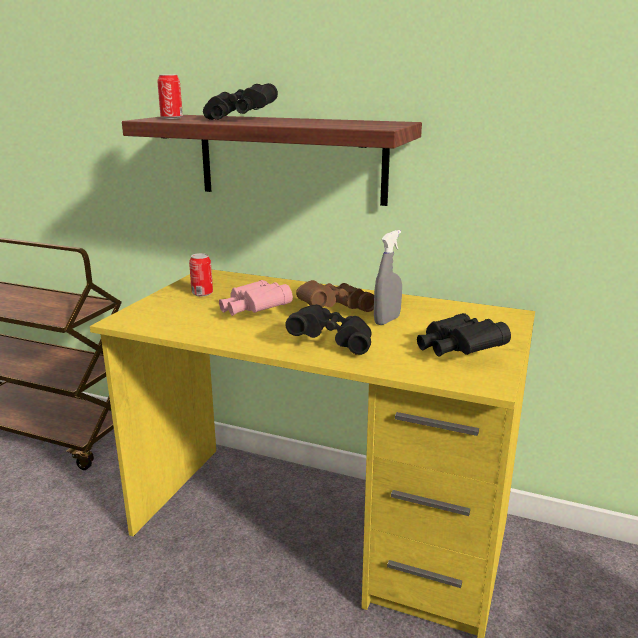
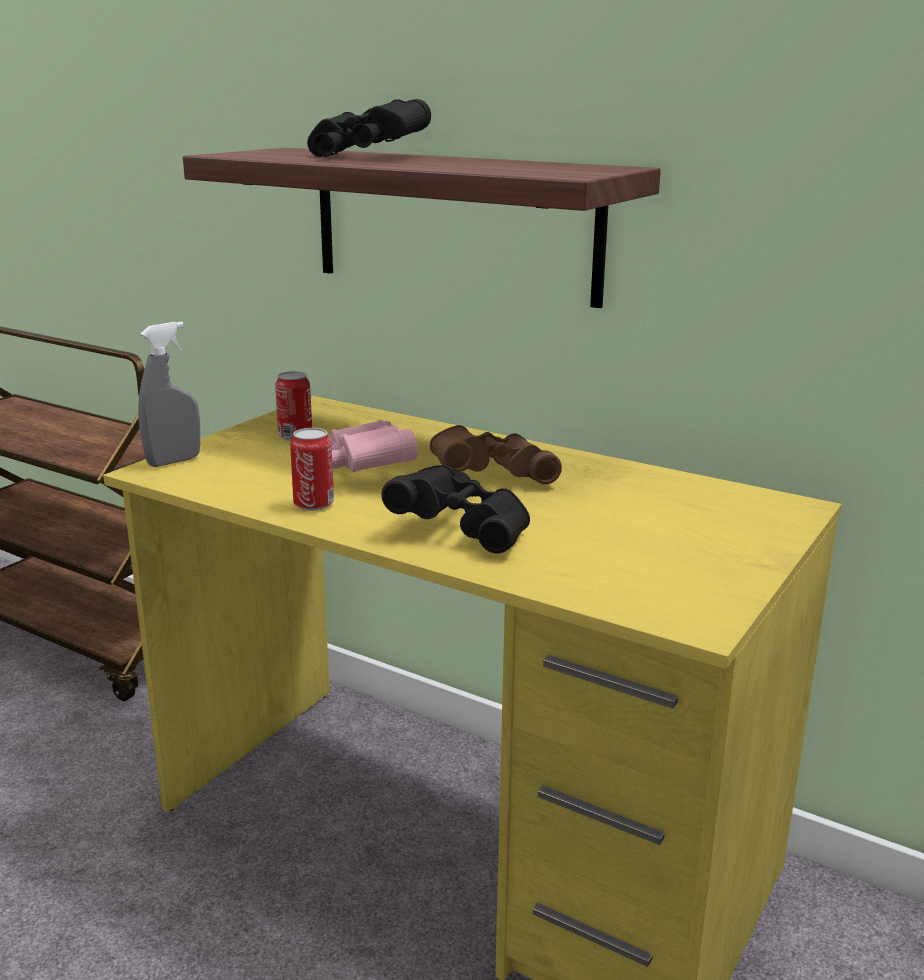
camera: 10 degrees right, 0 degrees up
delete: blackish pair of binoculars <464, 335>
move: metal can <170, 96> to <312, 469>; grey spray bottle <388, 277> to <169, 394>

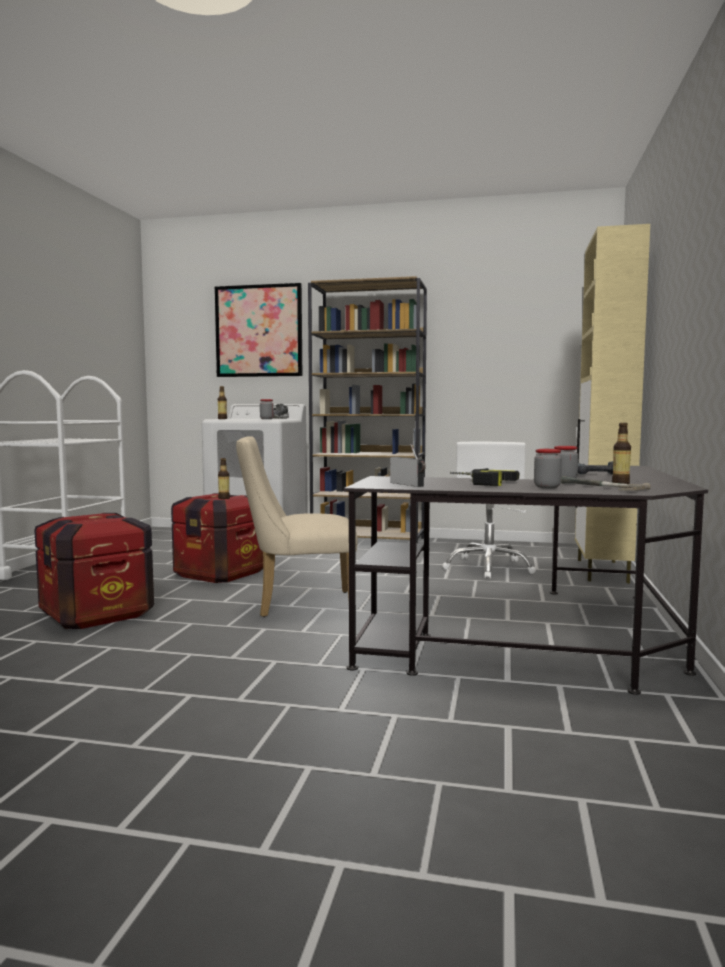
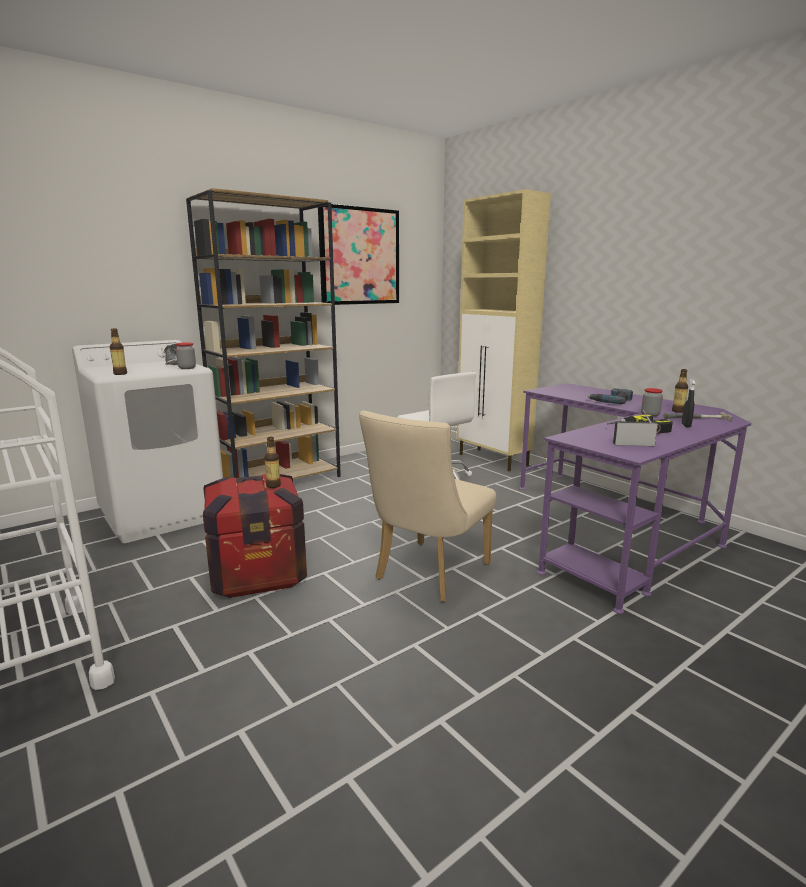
camera: 50 degrees left, 10 degrees up
delete: crate <94, 571>
move: wall picture <258, 330> to <358, 254>
replace: preserve jar <548, 468> to blackish spray bottle <689, 403>
recolor: blackish desk unit <526, 580> to purple-coloured desk unit <635, 498>

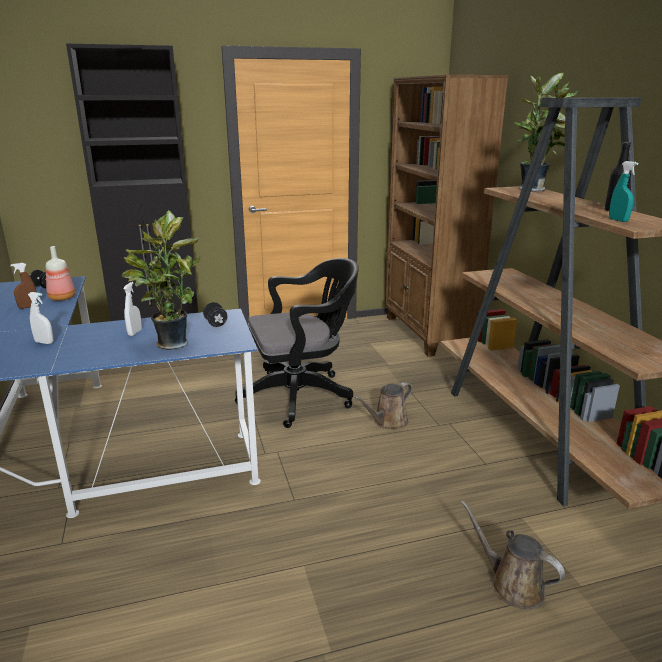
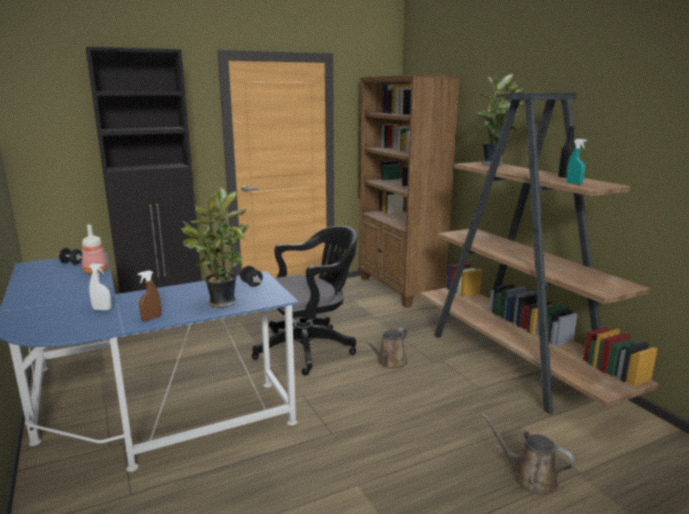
camera: 10 degrees left, 5 degrees down
delete: white spray bottle <132, 309>
move: brownish spray bottle <24, 286> to <149, 295>

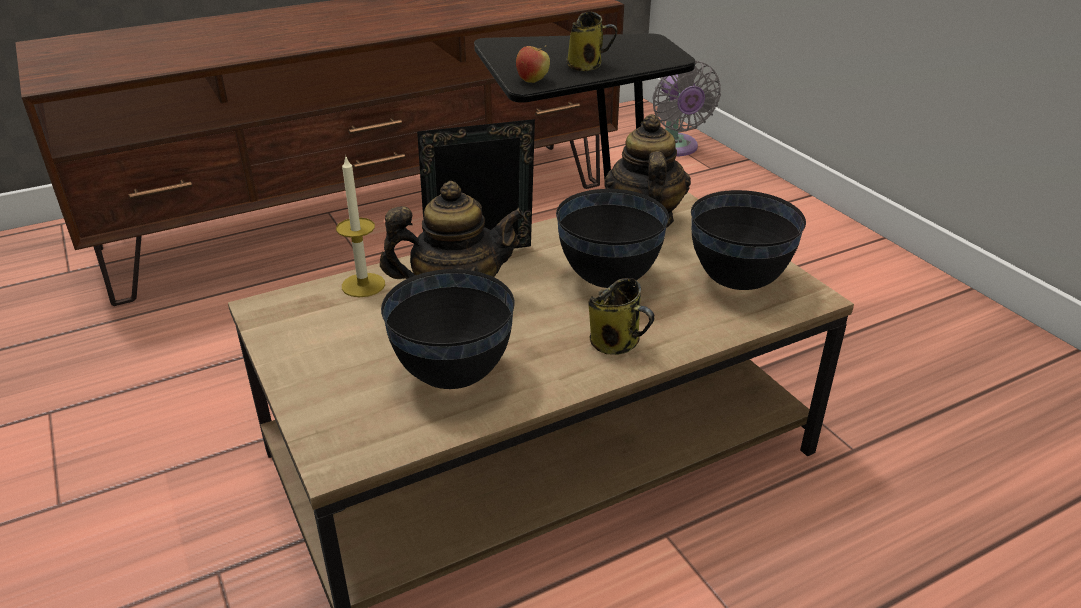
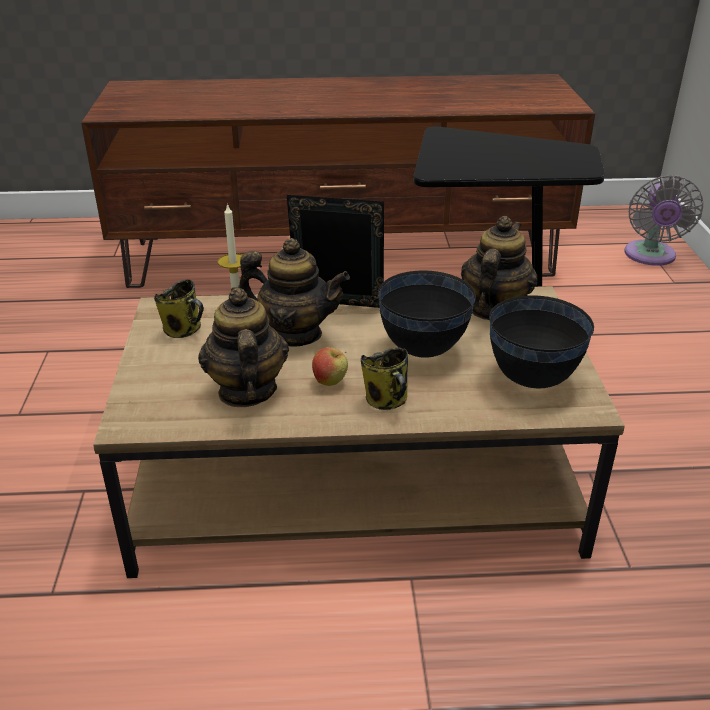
camera: 25 degrees right, 0 degrees up
move: tea mug <592, 41> to <179, 309>; whole apple <533, 64> to <330, 366>
replace: blackish serving bowl <448, 329> to tea pot <243, 347>

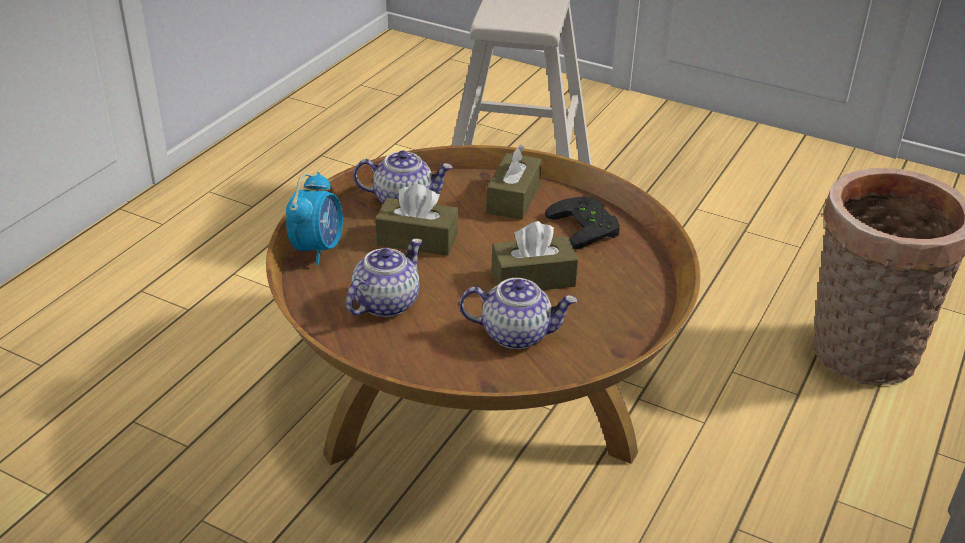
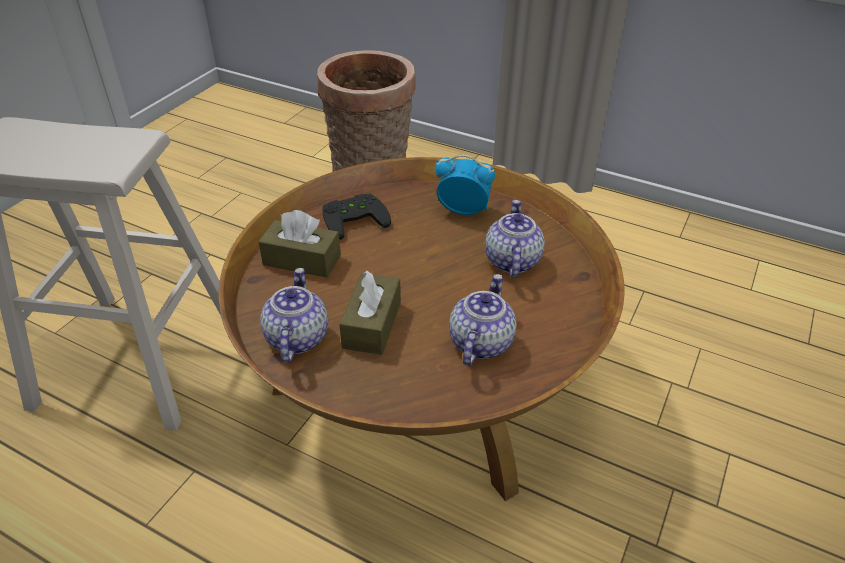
camera: 90 degrees left, 5 degrees up
delete: brownish tissue box <534, 255>
move: table clock <314, 218> to <465, 185>
rotate: tea pot <384, 278> = <483, 320> 75 degrees clockwise

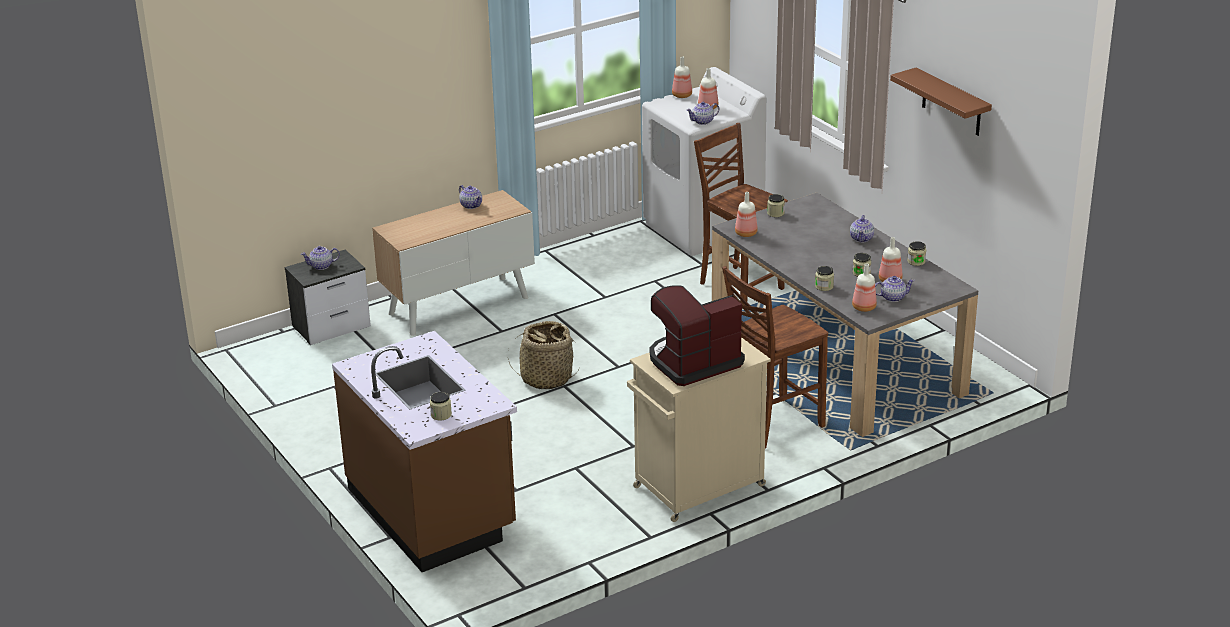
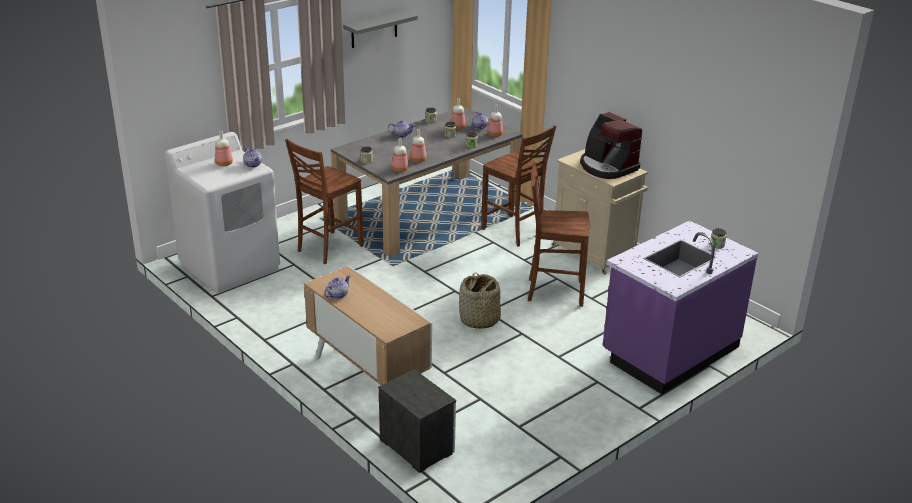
camera: 100 degrees left, 0 degrees up
delete: tea pot <320, 258>
insert: brownish chair <559, 235>
move: bottle <682, 77> to <418, 145>
recolor: brownish shelf <941, 101> to grey shelf <380, 29>; brownish kitchen base unit <424, 451> to purple-coloured kitchen base unit <681, 307>

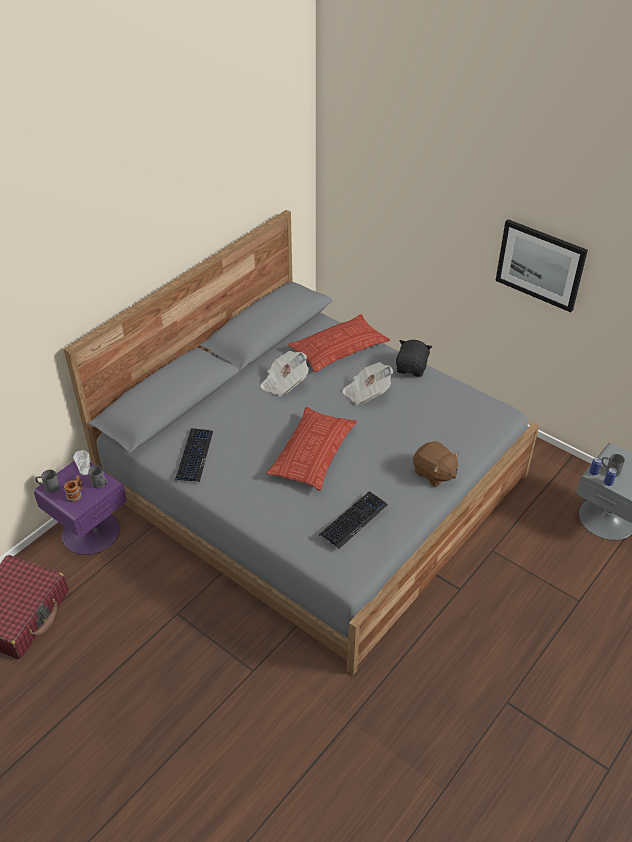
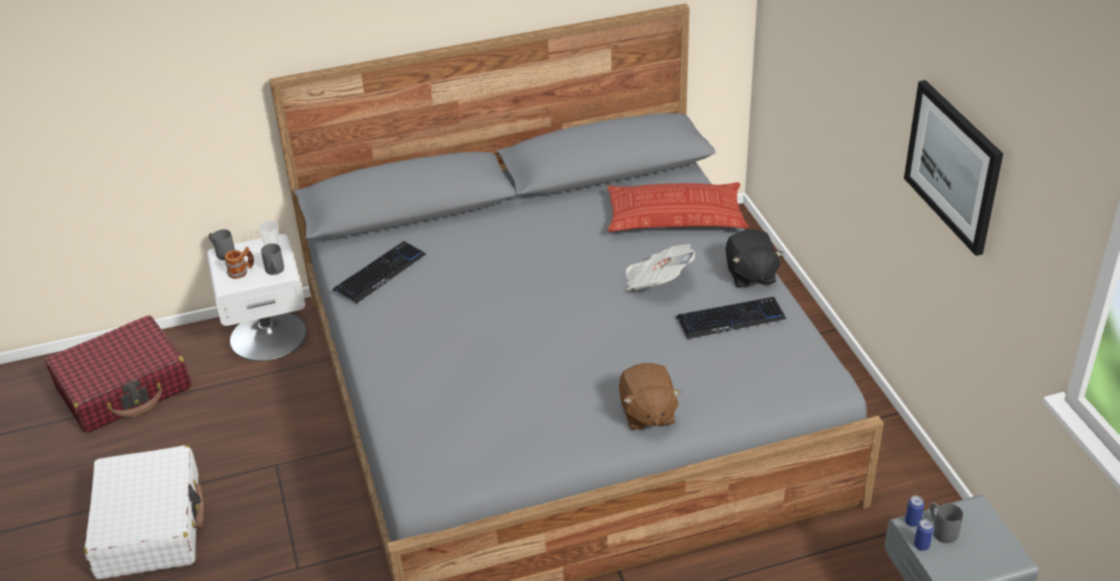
camera: 35 degrees right, 5 degrees down
delete: newspaper <284, 374>; cushion <311, 449>
insert: white travel case <144, 512>
move: PC keyboard <353, 520> to <731, 318>
recolor: purple-coloured nightstand <80, 508> to white nightstand <257, 297>
rotate: blackish plush toy <414, 358> = <754, 259> 120 degrees clockwise

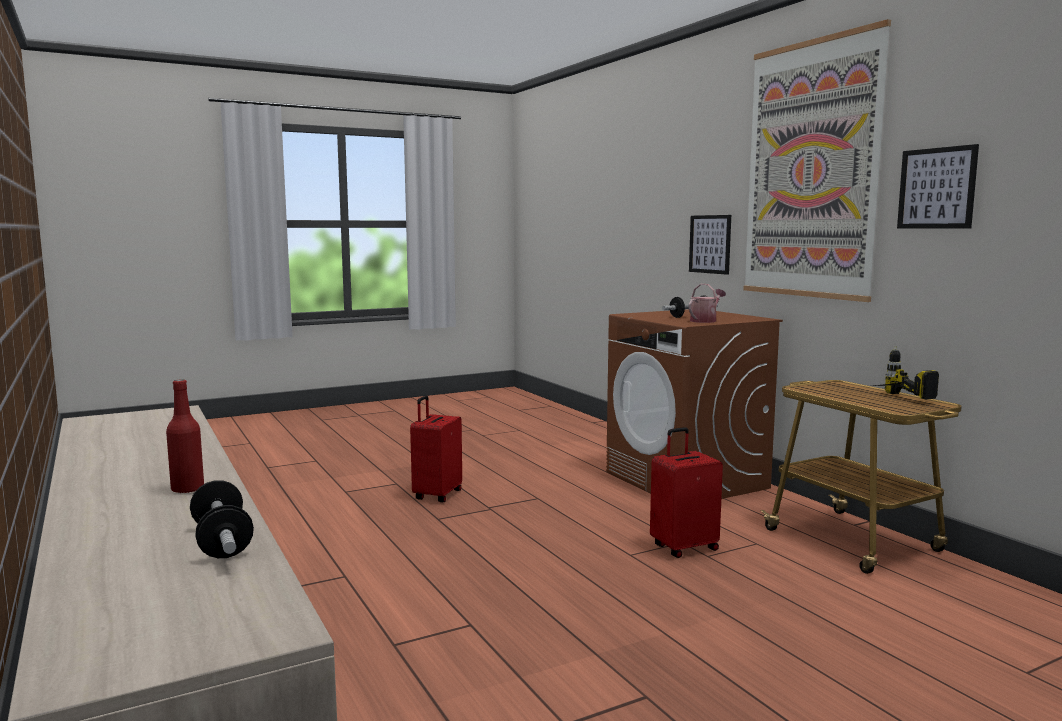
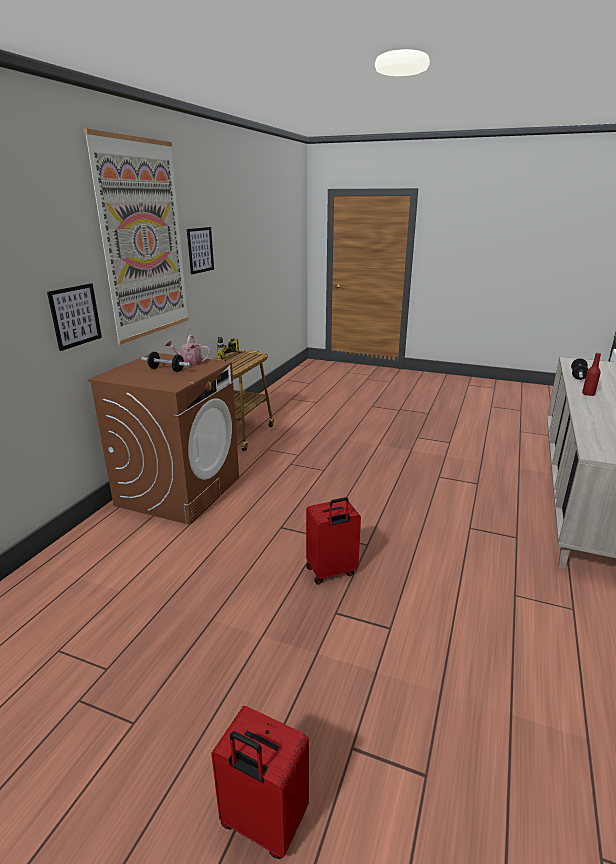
camera: 130 degrees left, 15 degrees up
move: reddish travel case <686, 492> to <260, 782>

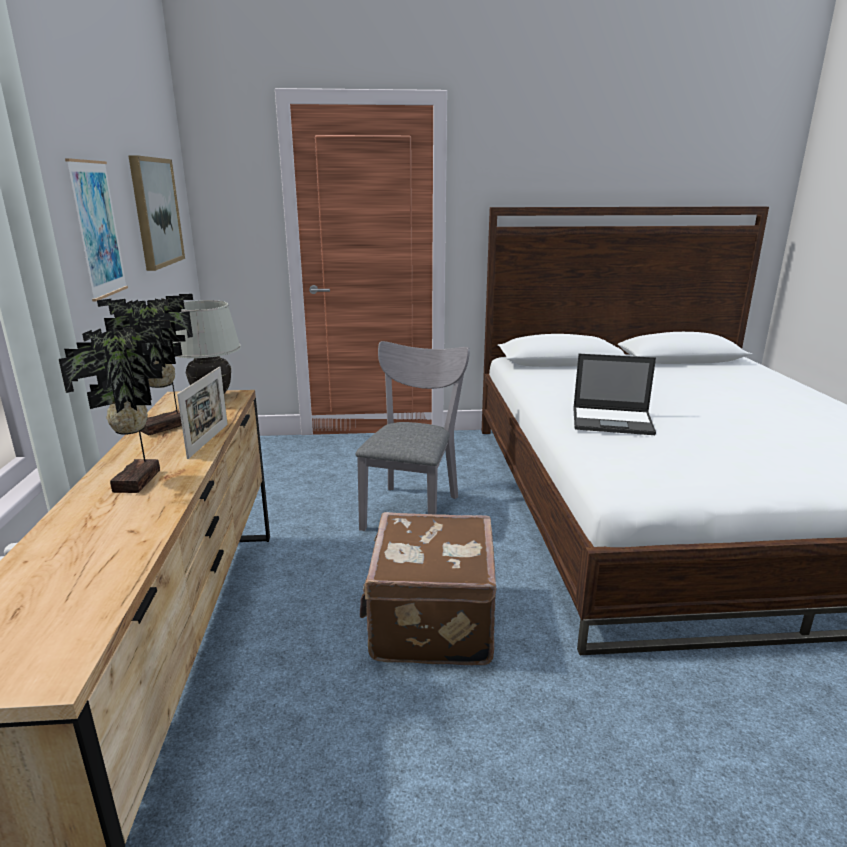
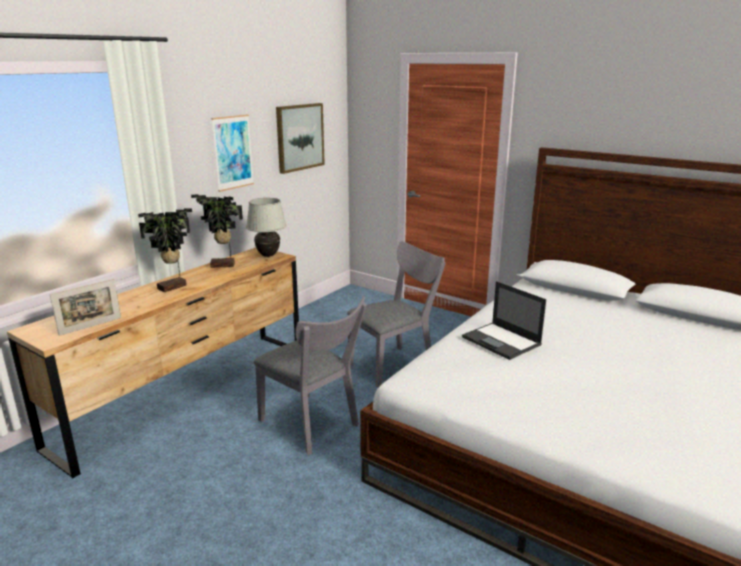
camera: 40 degrees right, 0 degrees up
move: photo frame <202, 413> to <85, 307>
replace: brownish travel case <428, 588> to grey chair <310, 375>

